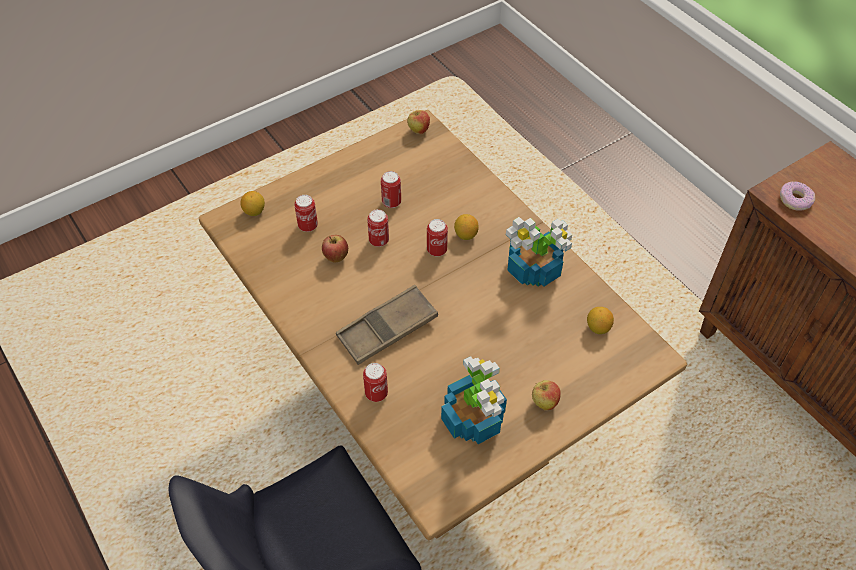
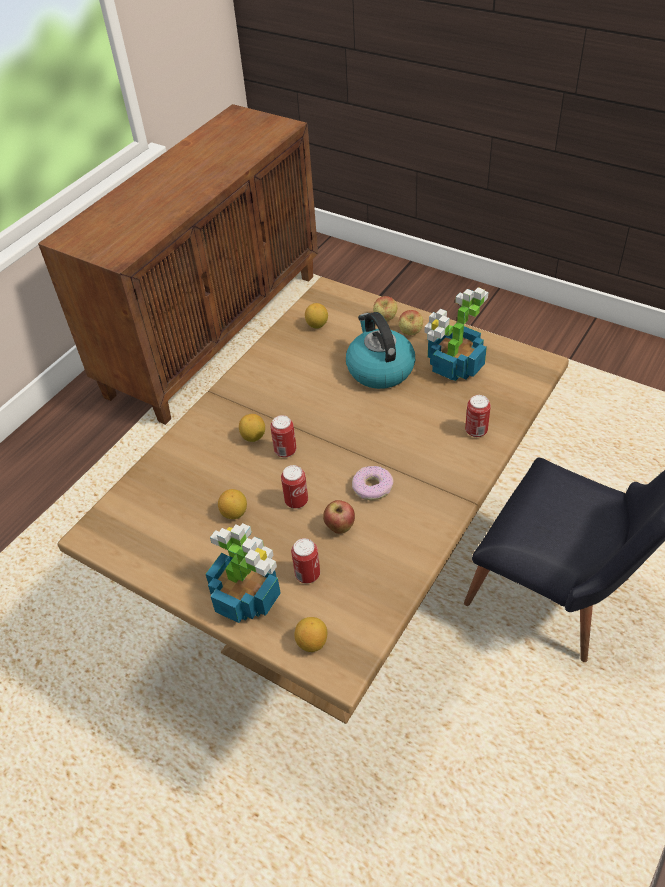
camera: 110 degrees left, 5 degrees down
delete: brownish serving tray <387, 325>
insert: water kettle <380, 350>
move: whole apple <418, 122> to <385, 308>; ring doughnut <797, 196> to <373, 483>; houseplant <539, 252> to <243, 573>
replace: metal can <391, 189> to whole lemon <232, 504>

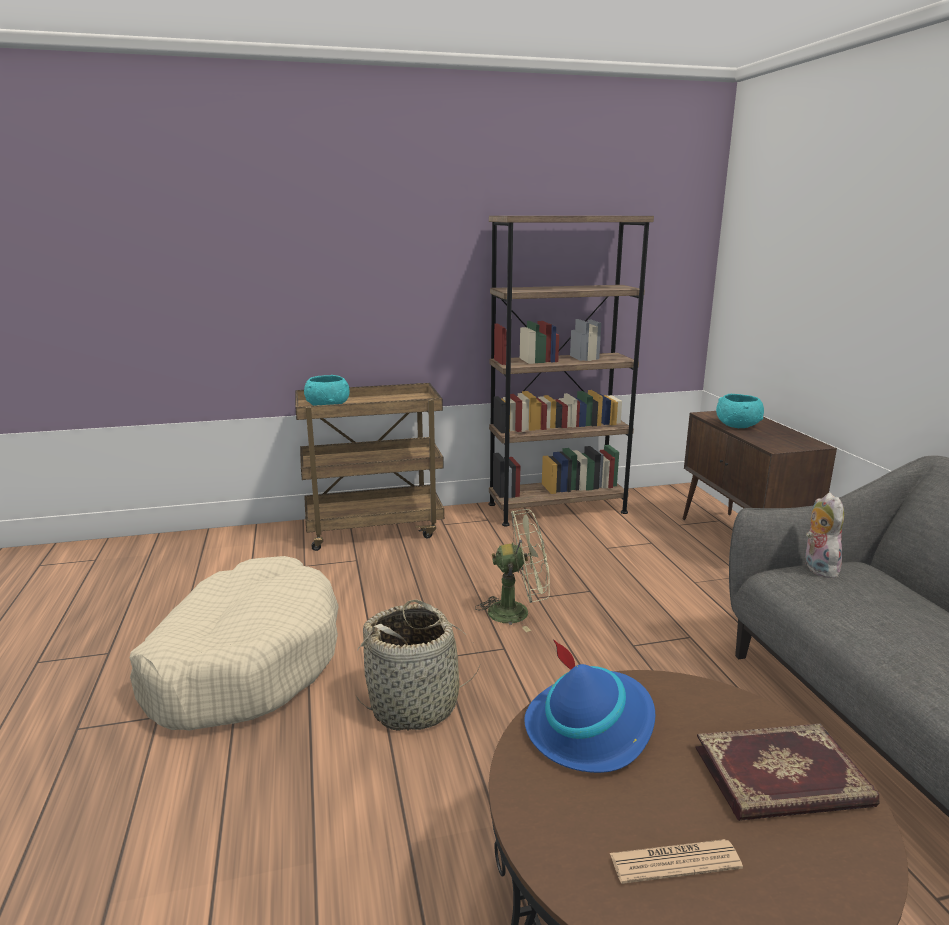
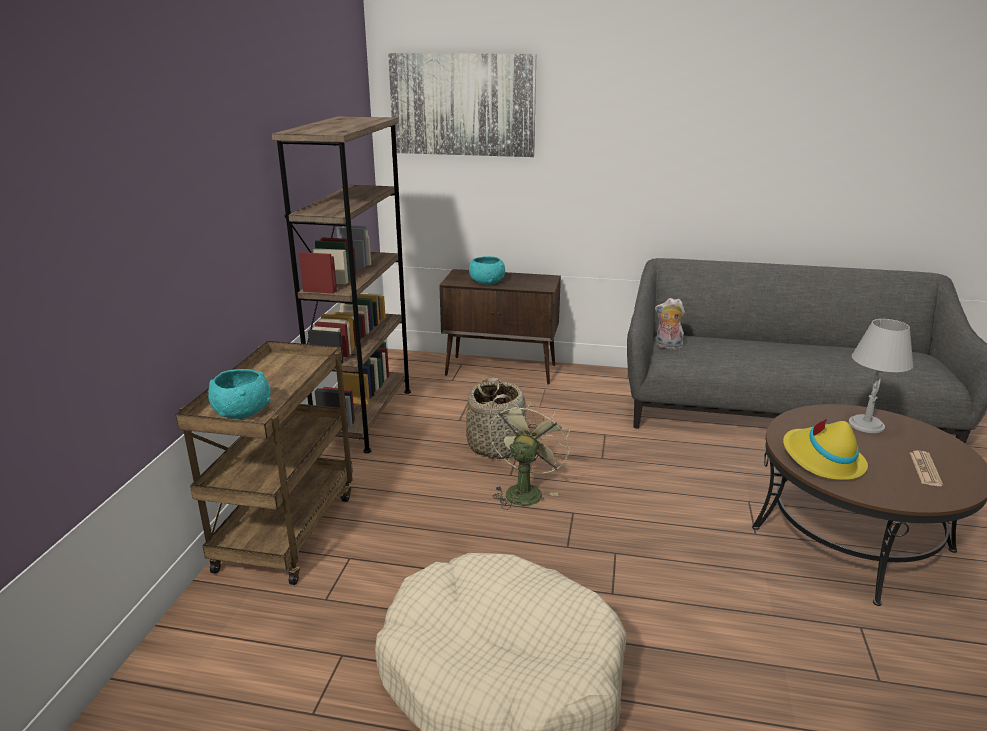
camera: 65 degrees left, 5 degrees up
insert: wall picture <462, 105>
move: household basket <418, 665> to <496, 418>
replace: bound book <787, 772> to grey tabletop lamp <881, 376>
recolor: blue hat <589, 706> to yellowish hat <825, 449>

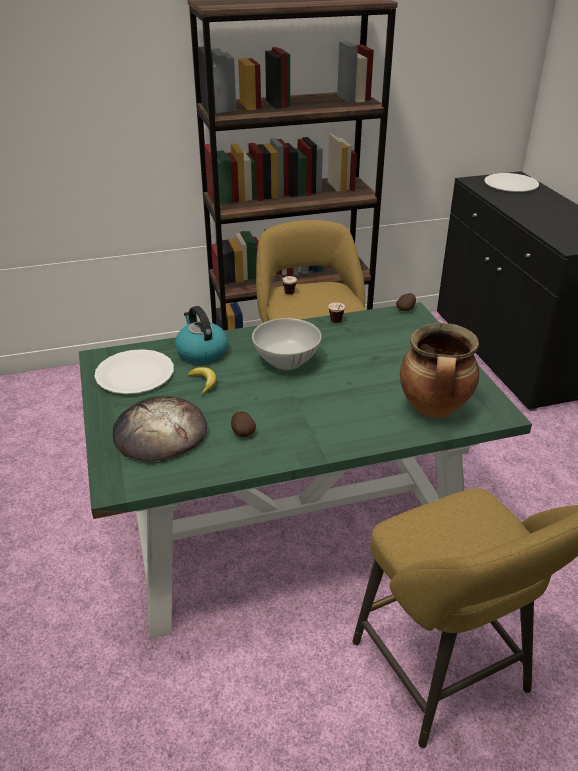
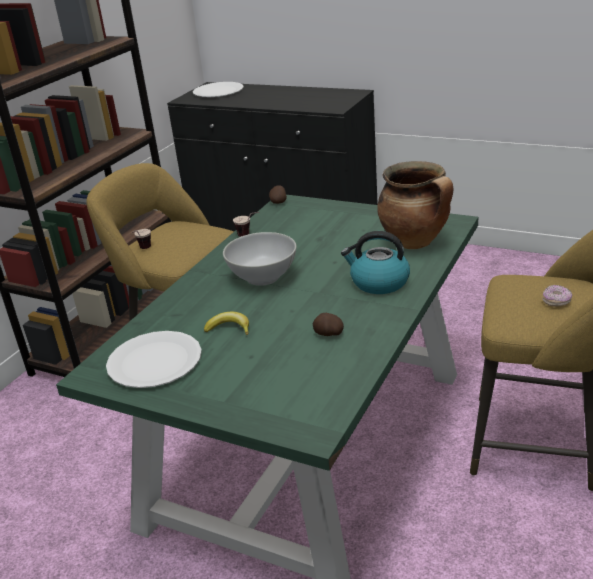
camera: 45 degrees left, 5 degrees down
delete: baked bread <160, 428>
insert: ring doughnut <557, 296>
move: water kettle <201, 335> to <375, 262>

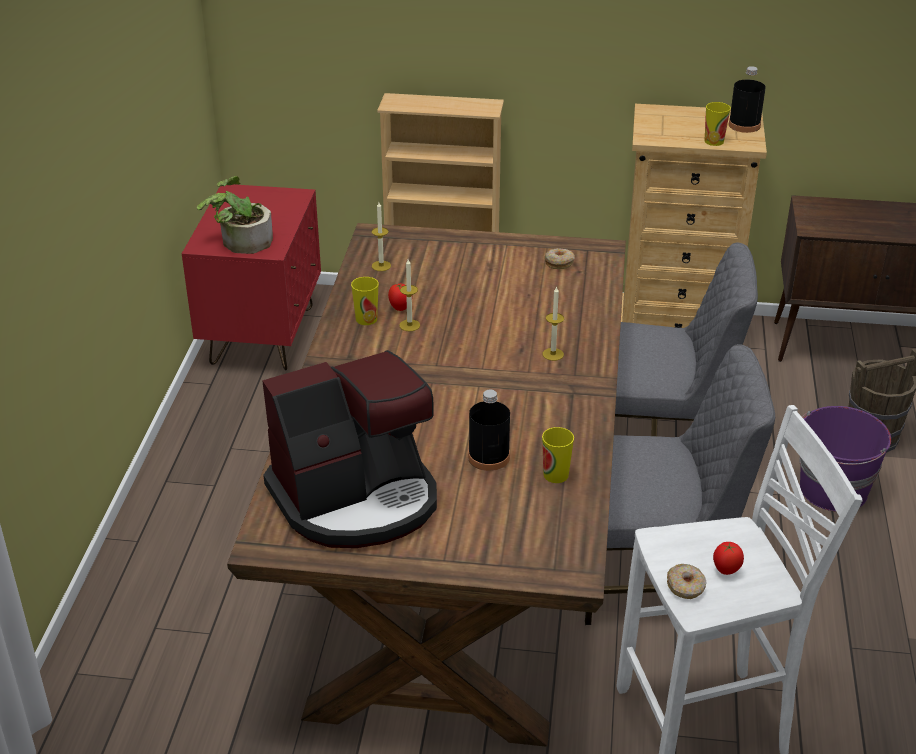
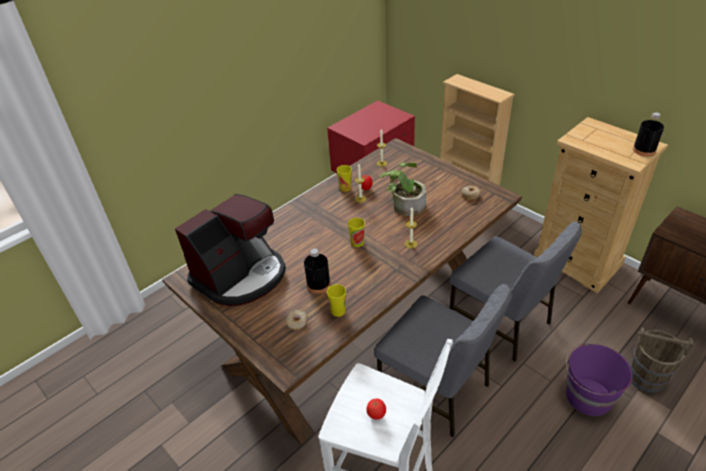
camera: 40 degrees right, 5 degrees up
move: drinking cup <717, 124> to <356, 232>; houseplant <235, 215> to <403, 189>; ring doughnut <686, 581> to <297, 320>
rotate: coffee maker <349, 449> = <230, 250> 60 degrees counterclockwise

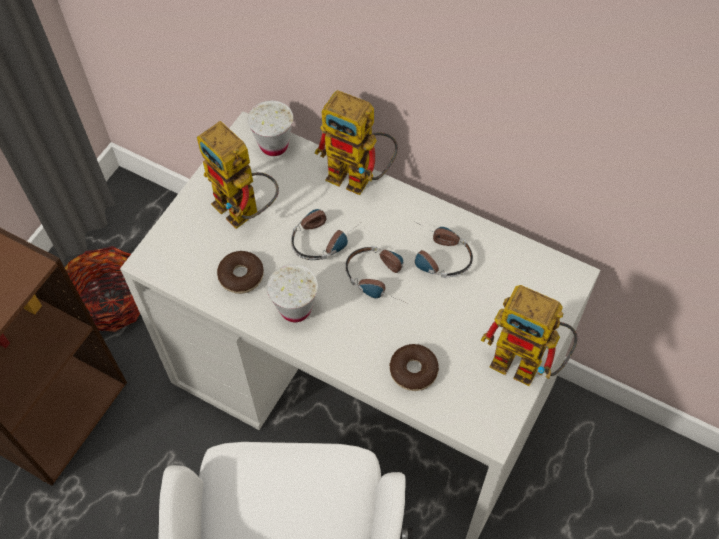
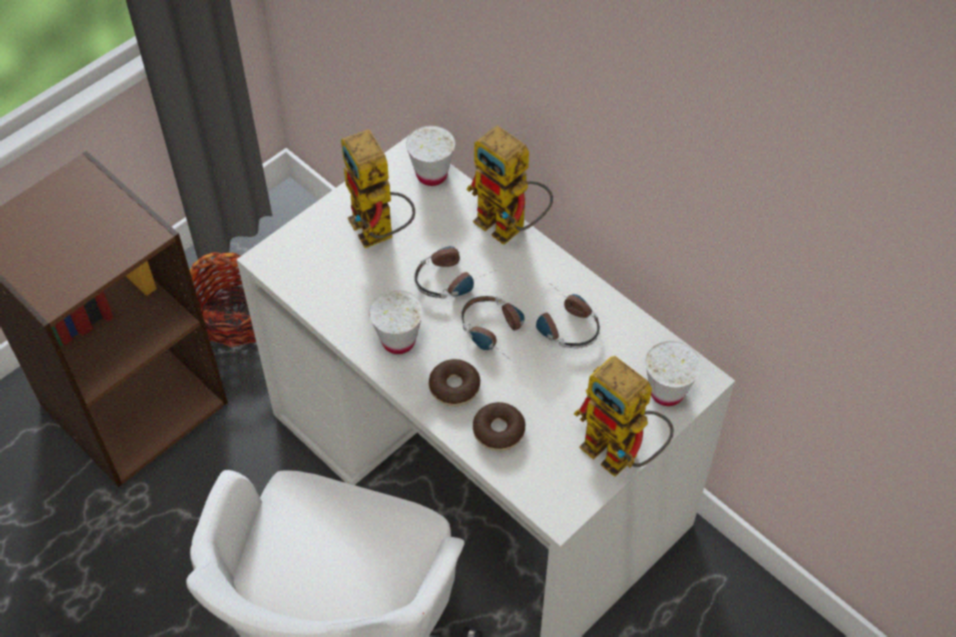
camera: 15 degrees right, 5 degrees down
insert: white drinking cup <673, 373>
move: ring doughnut <240, 272> to <454, 382>

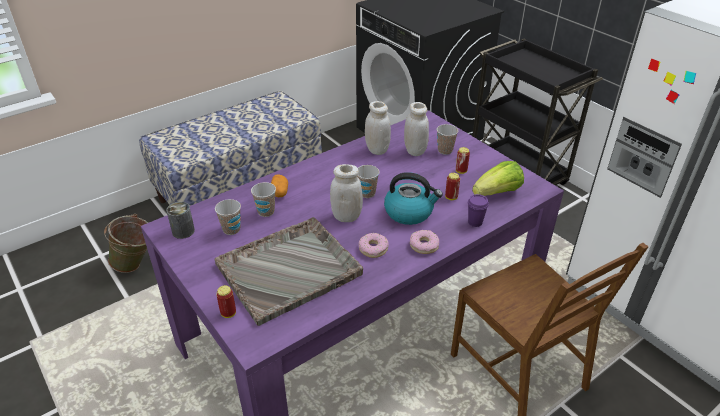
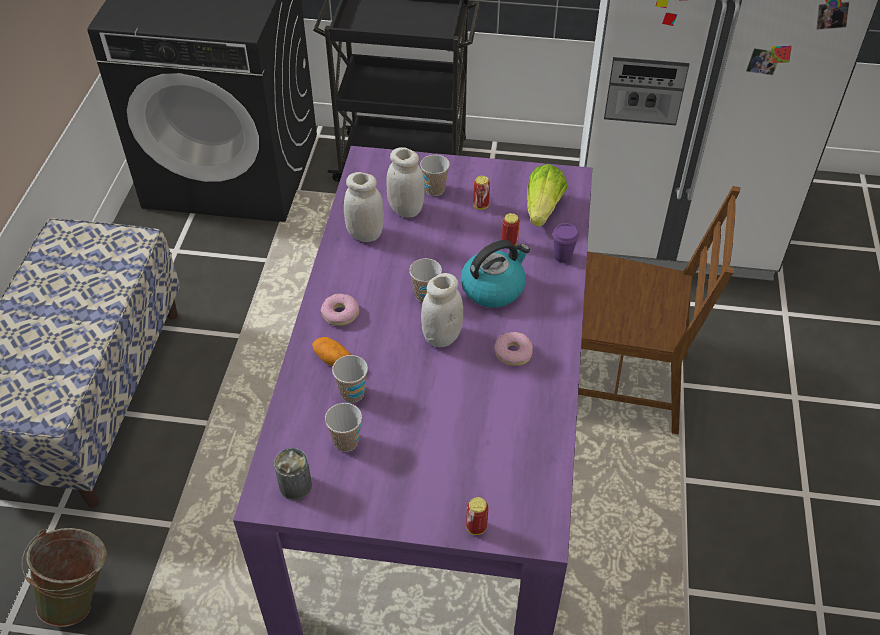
camera: 45 degrees left, 10 degrees up
delete: grey serving tray <289, 271>
move: ring doughnut <424, 242> to <340, 310>

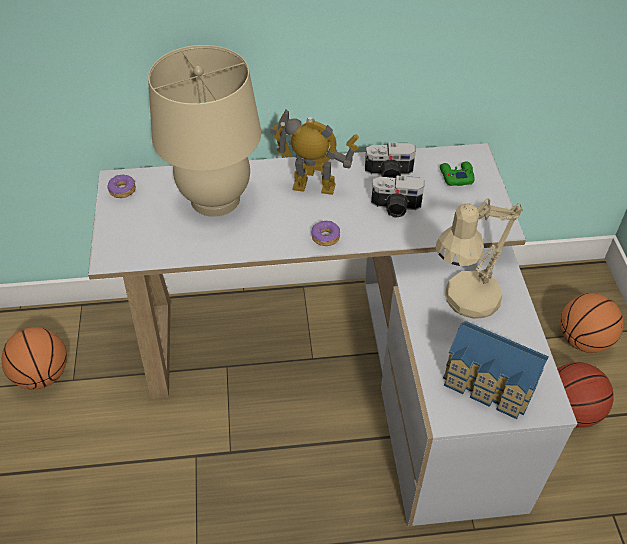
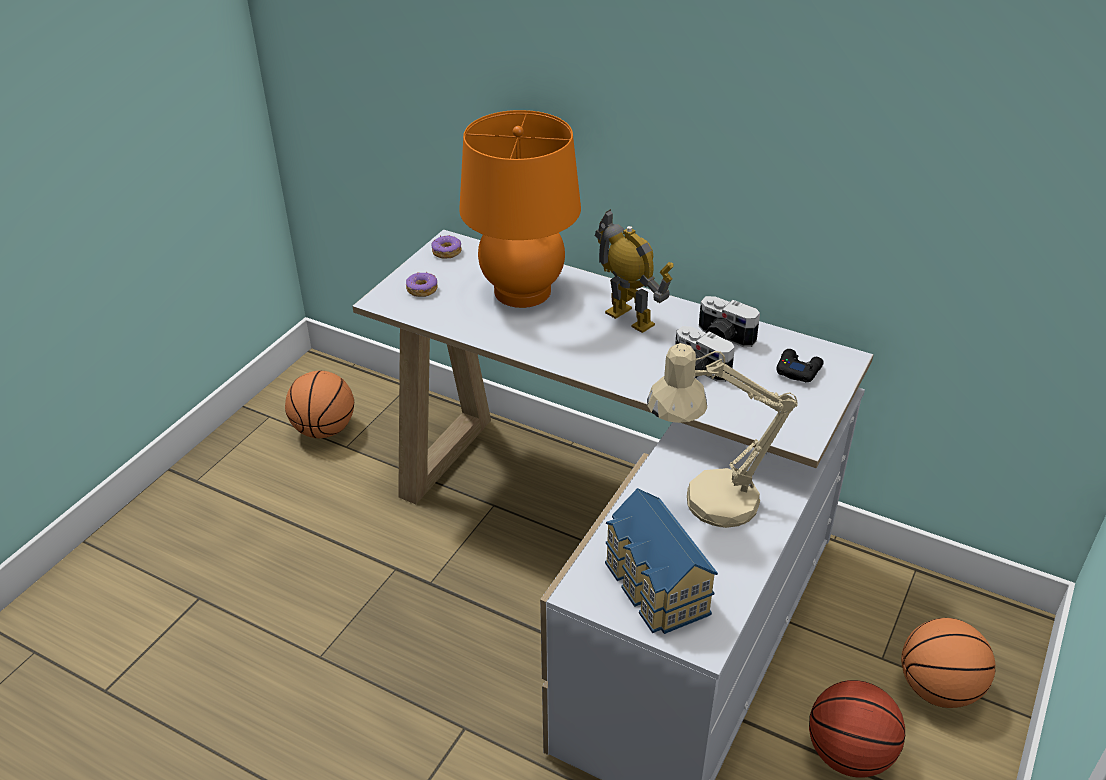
camera: 35 degrees right, 10 degrees down
move: ring doughnut <326, 233> to <421, 284>
recolor: sand-coloured tabletop lamp <204, 131> to orange tabletop lamp <520, 209>; green-coloured gamepad <457, 174> to blackish gamepad <800, 365>

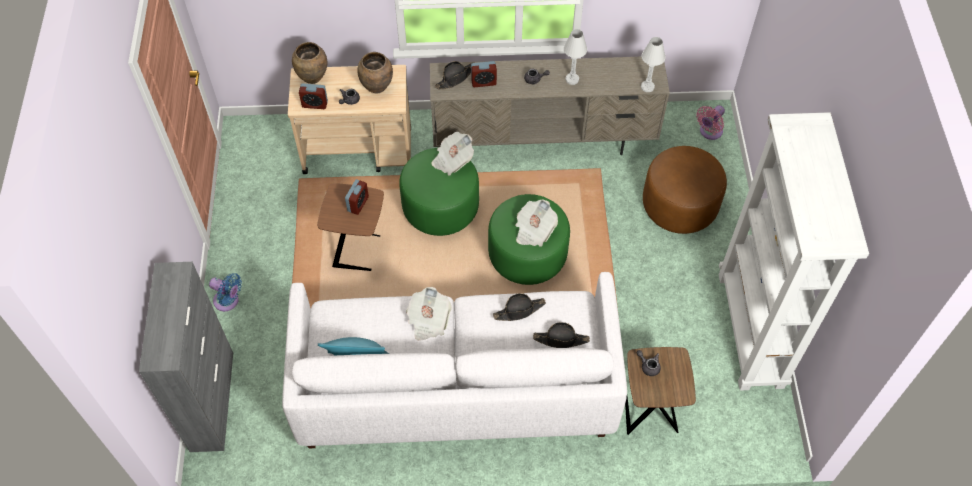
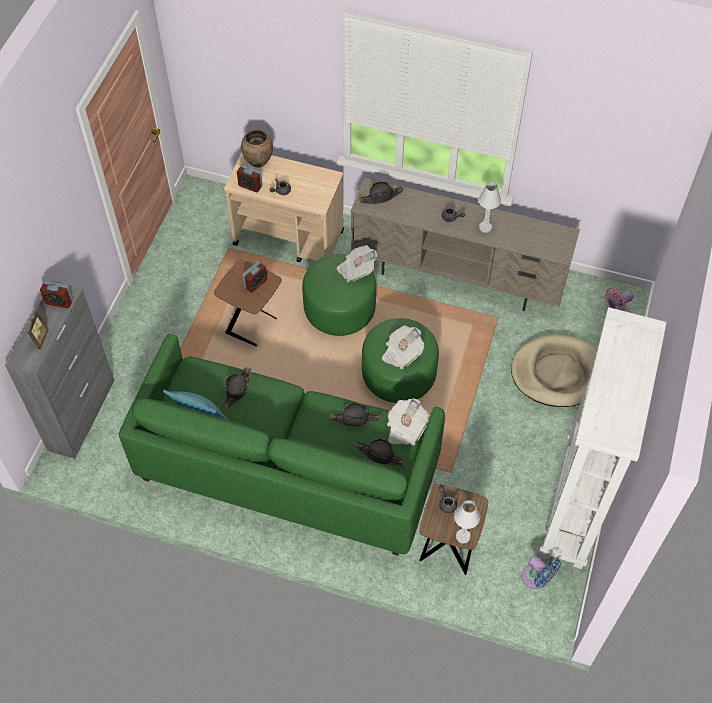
camera: 20 degrees right, 0 degrees up
delete: brownish flower vase <375, 73>
insert: photo frame <38, 330>; blackish hat <237, 388>
move: white tabletop lamp <653, 64> to <467, 522>; table clock <484, 74> to <56, 295>; blue fan <225, 292> to <541, 572>; newspaper <429, 314> to <408, 421>
replace: brownish ottoman <685, 190> to sand-coloured pet bed <554, 371>
recolor: white sofa <454, 360> to green-coloured sofa <282, 445>

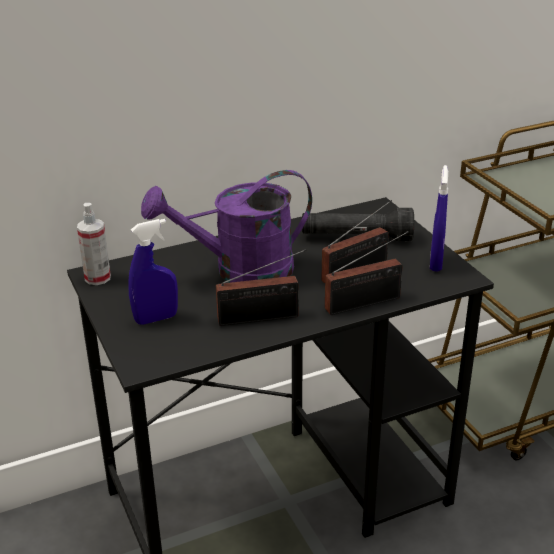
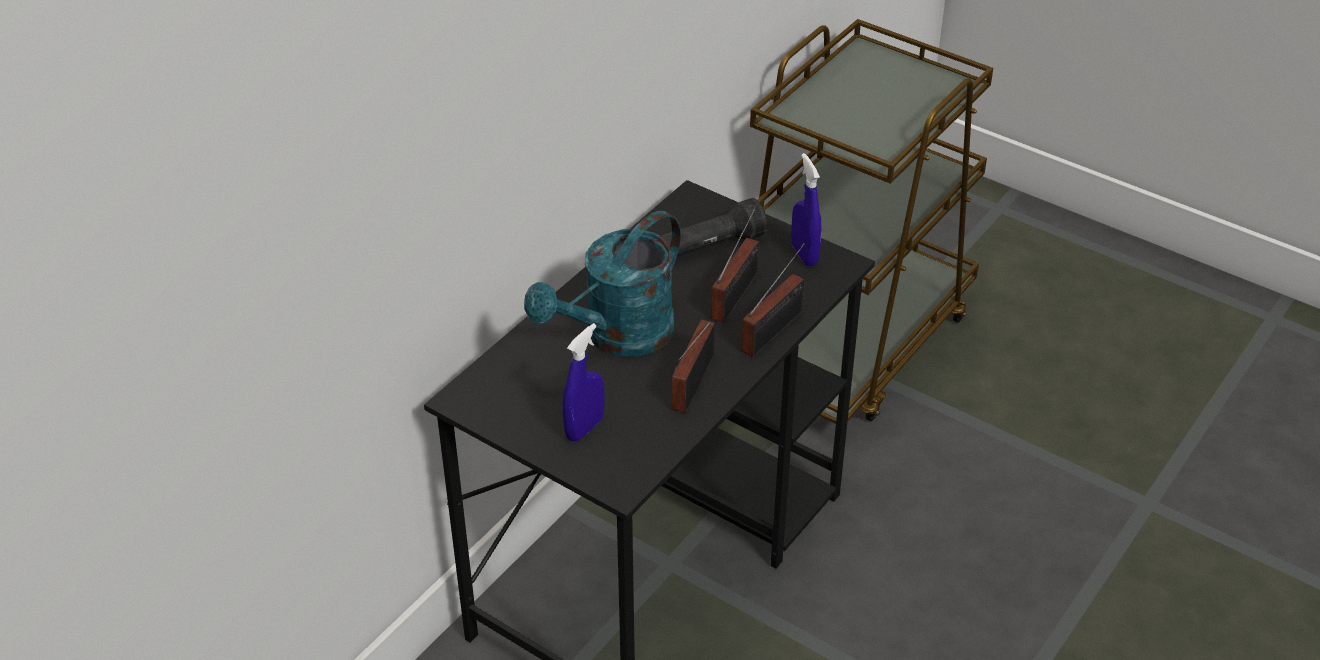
camera: 30 degrees left, 10 degrees up
delete: spray bottle <94, 244>
recolor: purple-coloured watering can <226, 226> to turquoise watering can <602, 284>
rotate: radio receiver <261, 287> = <693, 366> 150 degrees clockwise

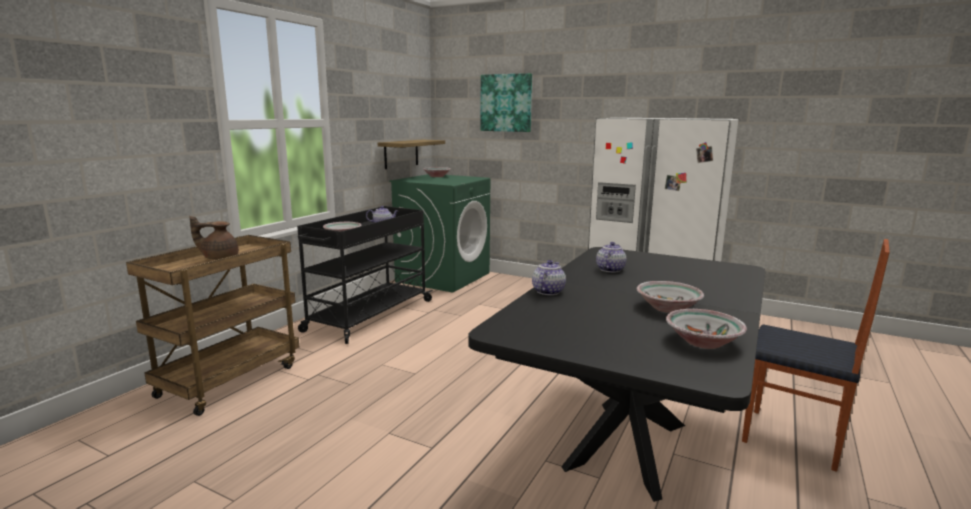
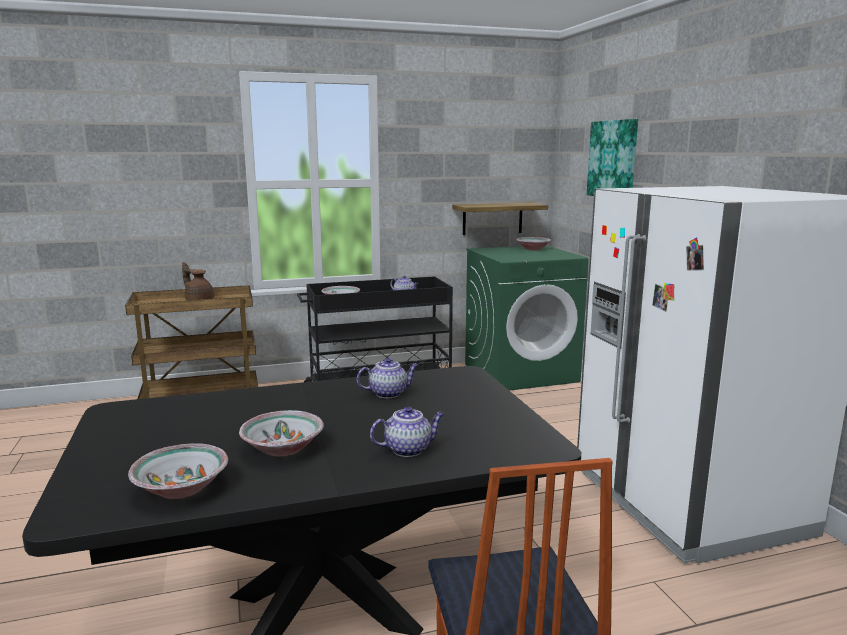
camera: 45 degrees right, 0 degrees up
move: tea pot <549, 277> to <407, 431>

